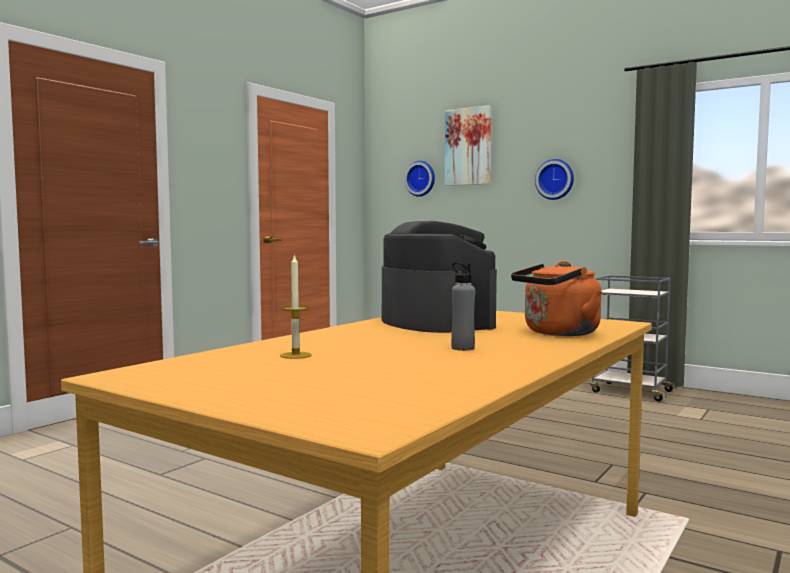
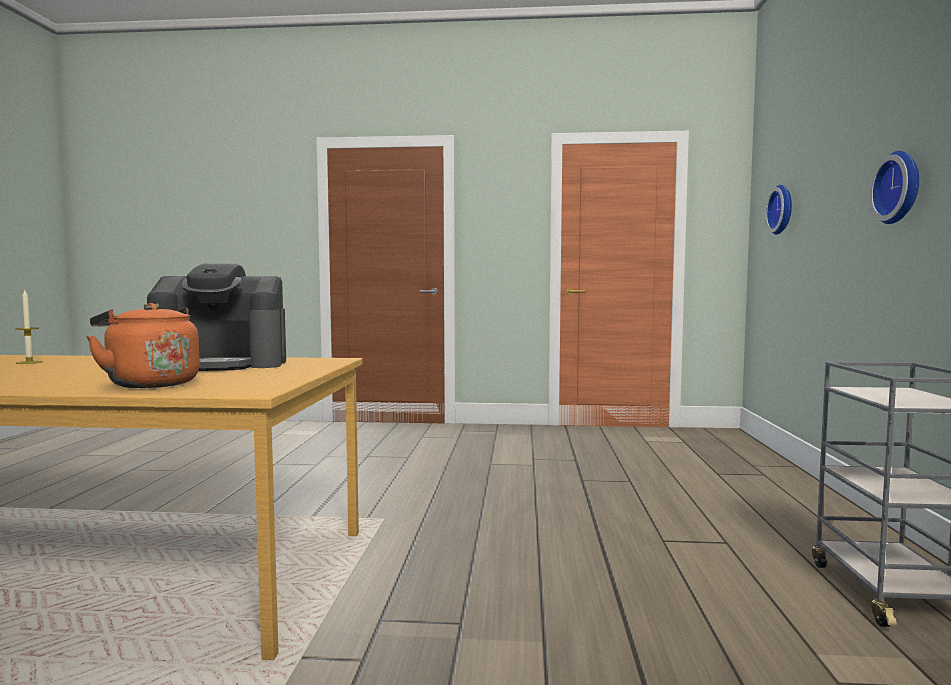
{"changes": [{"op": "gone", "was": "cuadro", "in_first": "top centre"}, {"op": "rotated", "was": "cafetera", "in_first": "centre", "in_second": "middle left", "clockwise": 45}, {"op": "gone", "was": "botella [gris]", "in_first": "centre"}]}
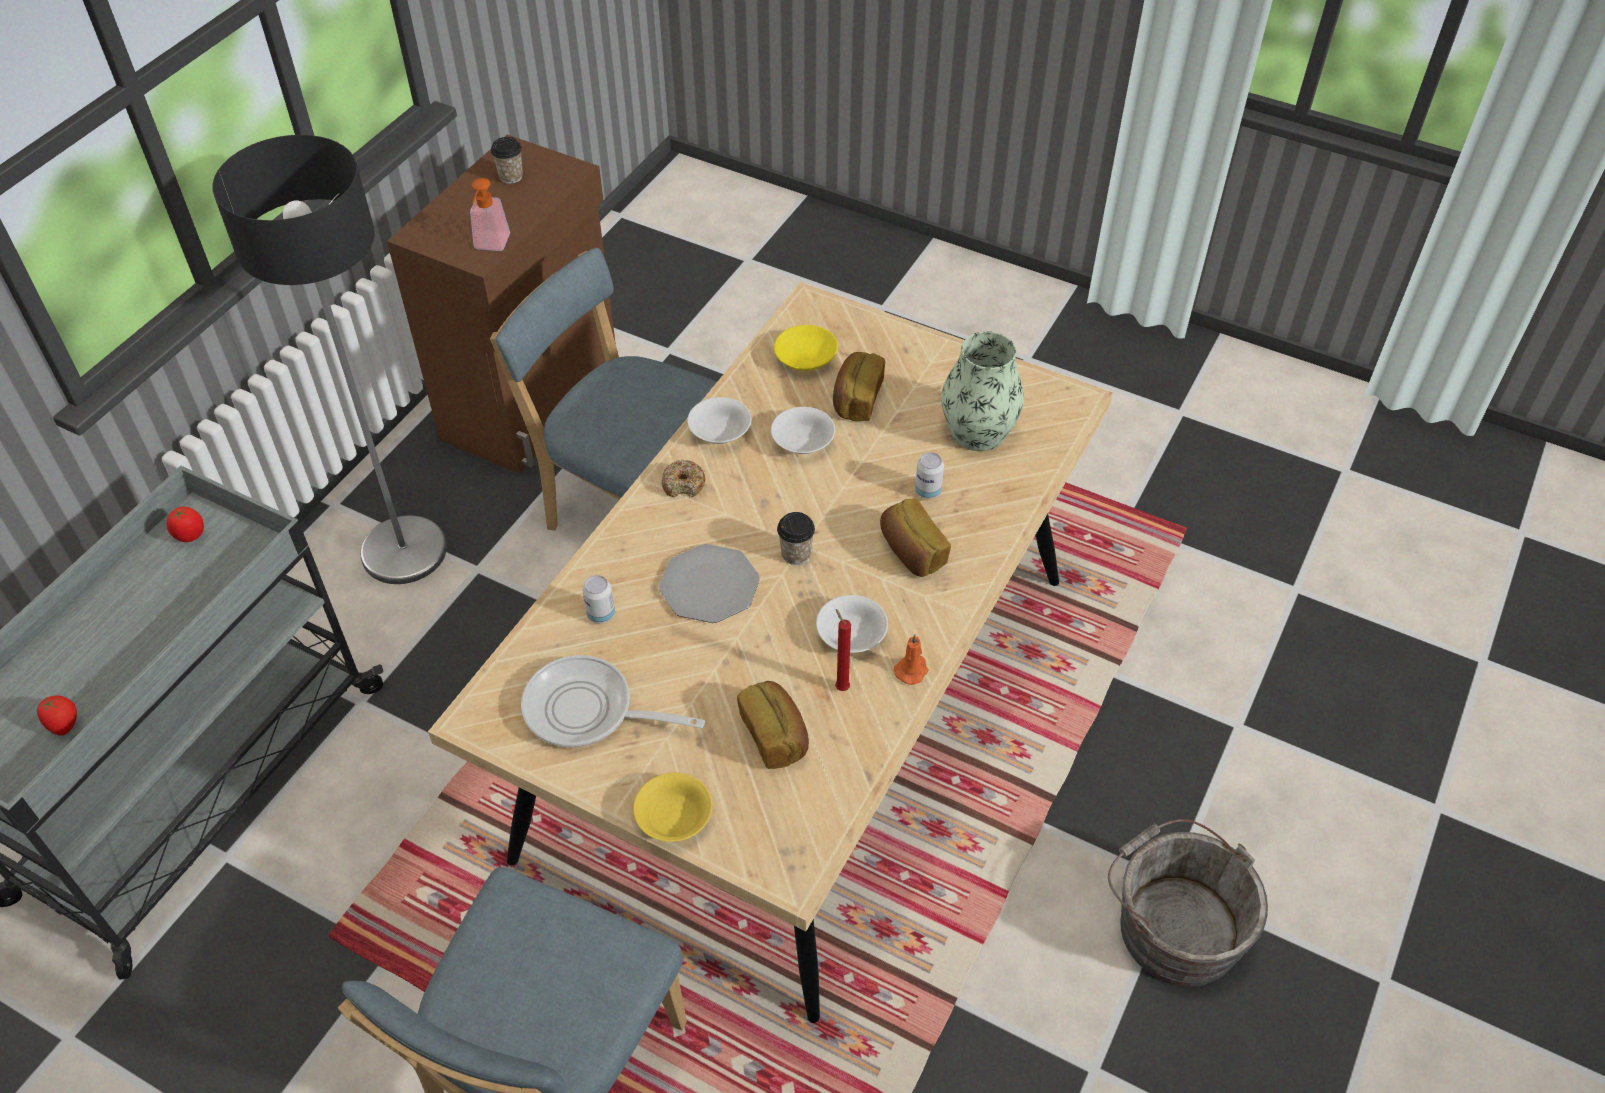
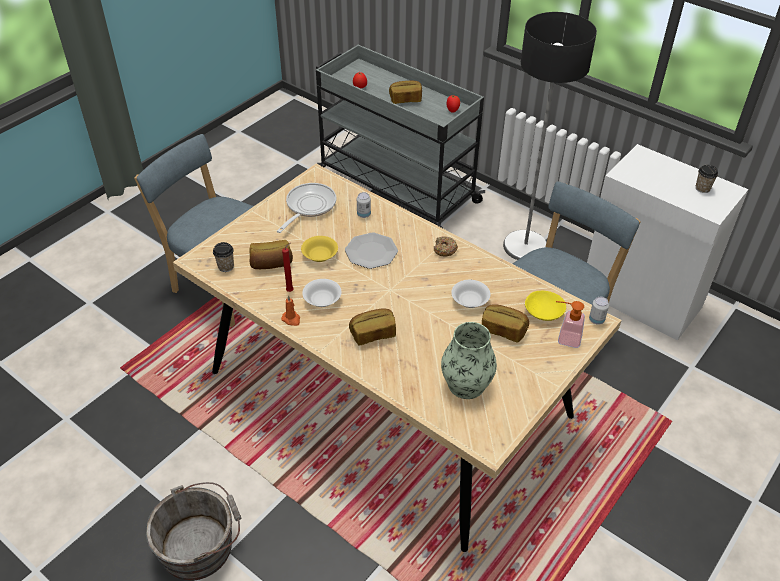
{"changes": [{"op": "repainted", "was": "armario [marrón]", "now": "armario [blanco]", "in_first": "top left", "in_second": "middle right"}, {"op": "shifted", "was": "dispensador de jabón", "in_first": "top left", "in_second": "middle right"}, {"op": "gone", "was": "cuenco [blanco] (no. 1 from left)", "in_first": "centre"}, {"op": "shifted", "was": "lata (no. 2 from left)", "in_first": "centre", "in_second": "middle right"}, {"op": "shifted", "was": "taza (no. 2 from left in the first image)", "now": "taza (no. 1 from left)", "in_first": "centre", "in_second": "middle left"}, {"op": "shifted", "was": "cuenco [amarillo] (no. 1 from left)", "in_first": "bottom centre", "in_second": "centre"}, {"op": "new", "now": "pan (no. 3 from left)", "in_second": "top centre"}]}
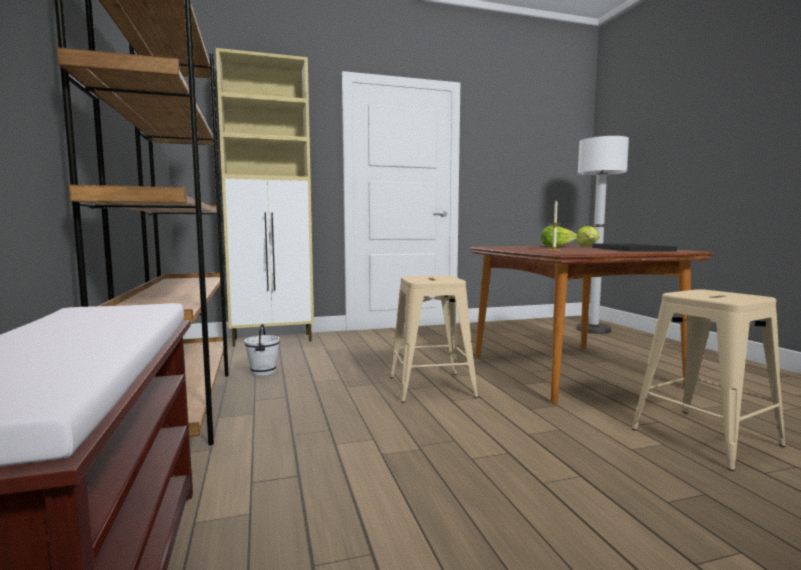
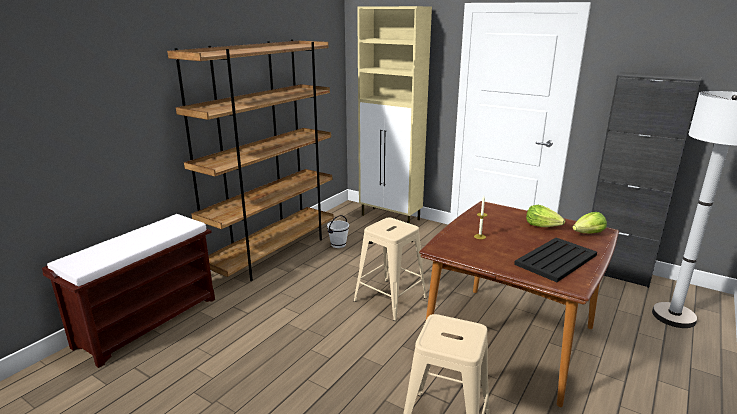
{"changes": [{"op": "new", "now": "armario [negro]", "in_second": "middle right"}]}
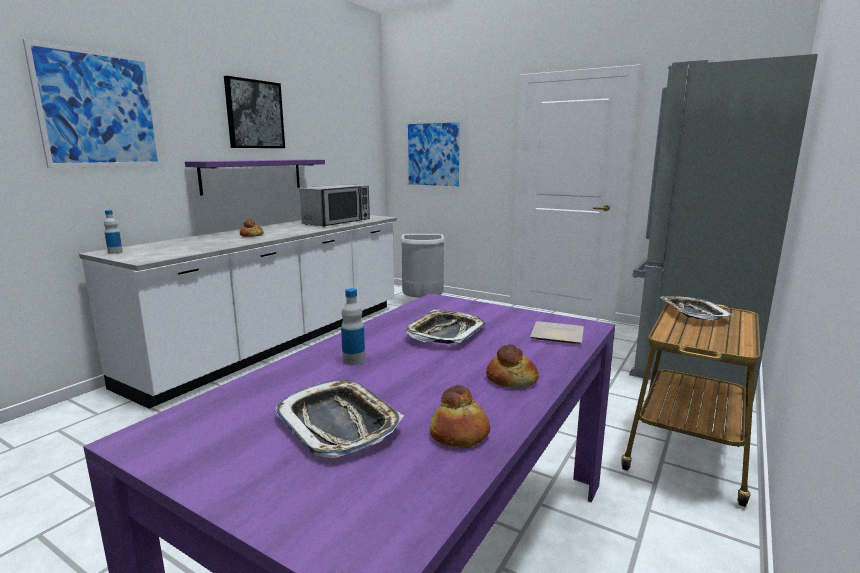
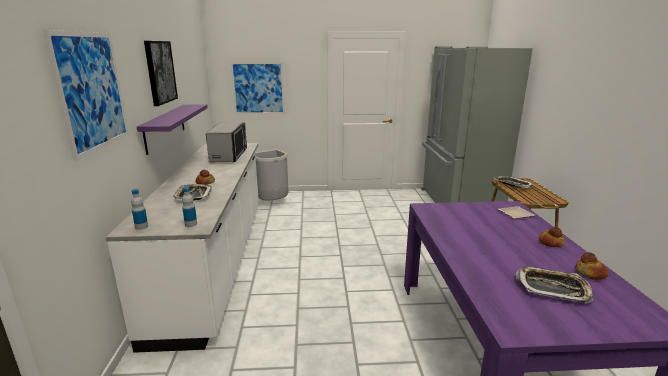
{"changes": [{"op": "shifted", "was": "botella (no. 2 from left)", "in_first": "centre", "in_second": "middle left"}, {"op": "shifted", "was": "bandeja (no. 2 from left in the first image)", "now": "bandeja (no. 1 from left)", "in_first": "centre", "in_second": "middle left"}]}
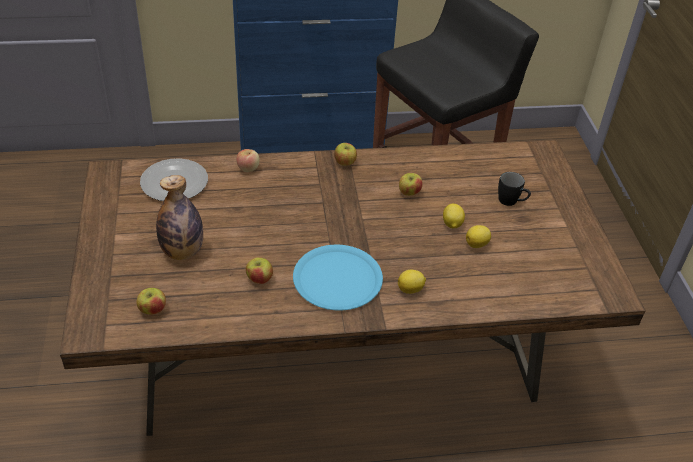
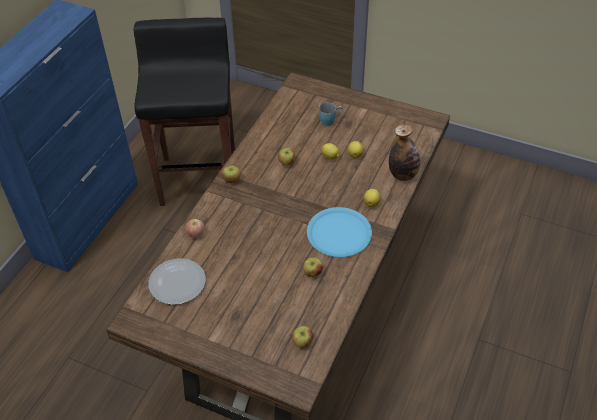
{"changes": [{"op": "repainted", "was": "taza grande [negro]", "now": "taza grande [azul]", "in_first": "middle right", "in_second": "top centre"}, {"op": "shifted", "was": "botella", "in_first": "middle left", "in_second": "middle right"}]}
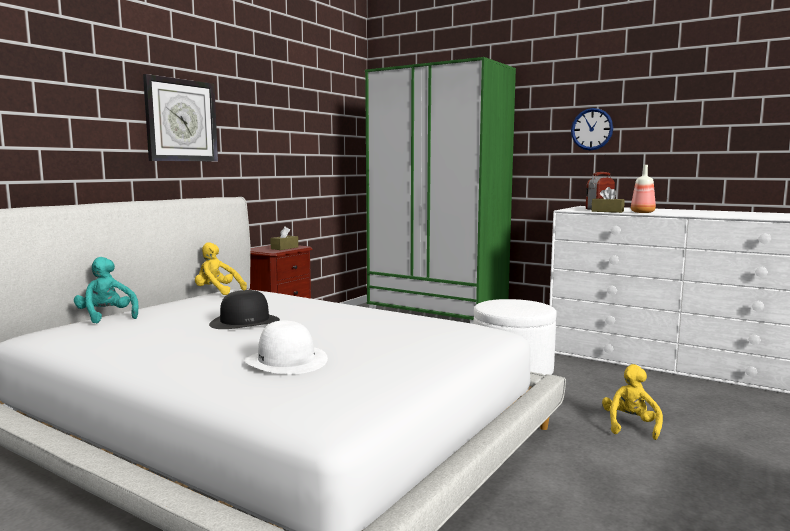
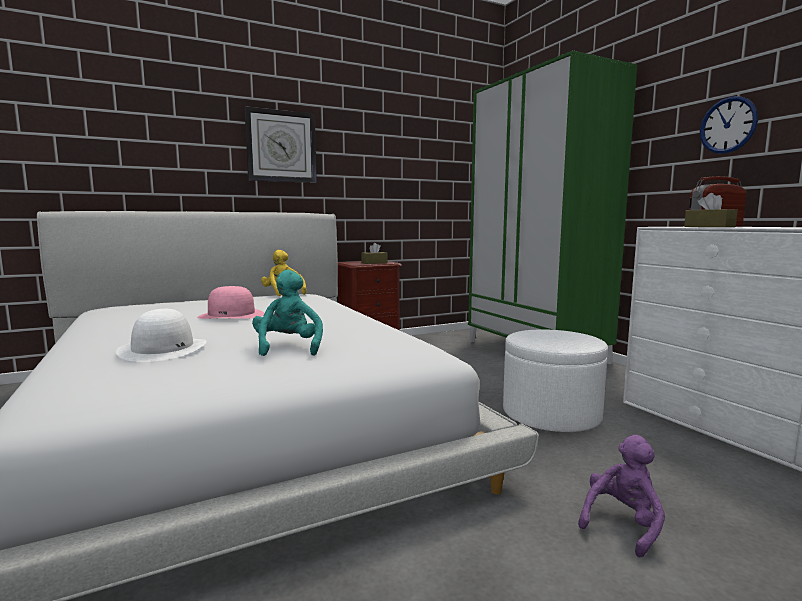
{"changes": [{"op": "gone", "was": "botella", "in_first": "middle right"}, {"op": "shifted", "was": "peluche [turquesa]", "in_first": "middle left", "in_second": "centre"}, {"op": "repainted", "was": "sombrero [negro]", "now": "sombrero [rosa]", "in_first": "middle left", "in_second": "middle left"}, {"op": "repainted", "was": "peluche [amarillo] (no. 2 from left)", "now": "peluche [morado]", "in_first": "bottom right", "in_second": "bottom right"}]}
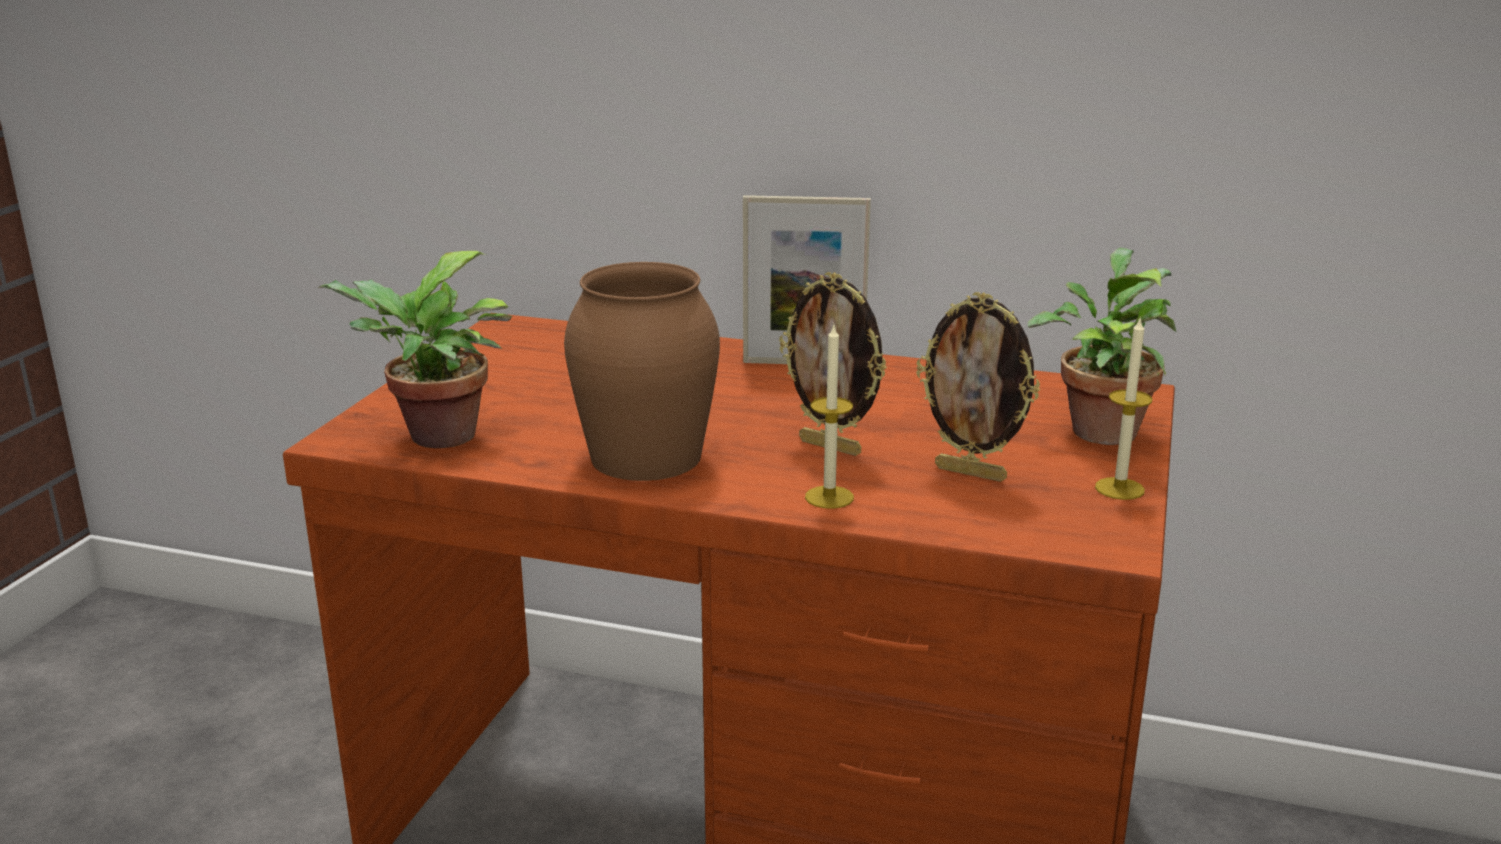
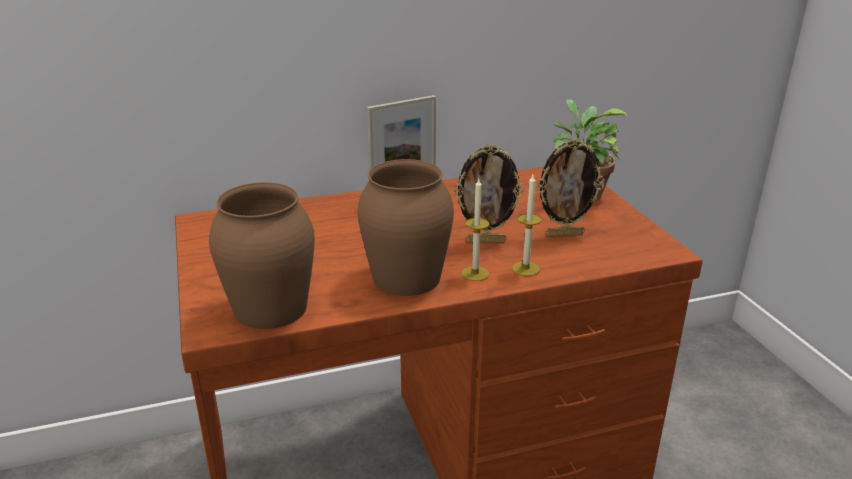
{"changes": [{"op": "swapped", "was": "planta en maceta (no. 1 from left)", "now": "florero [marrón] (no. 1 from left)", "in_first": "middle left", "in_second": "middle left"}, {"op": "shifted", "was": "vela (no. 2 from left in the first image)", "now": "vela (no. 1 from left)", "in_first": "middle right", "in_second": "centre"}]}
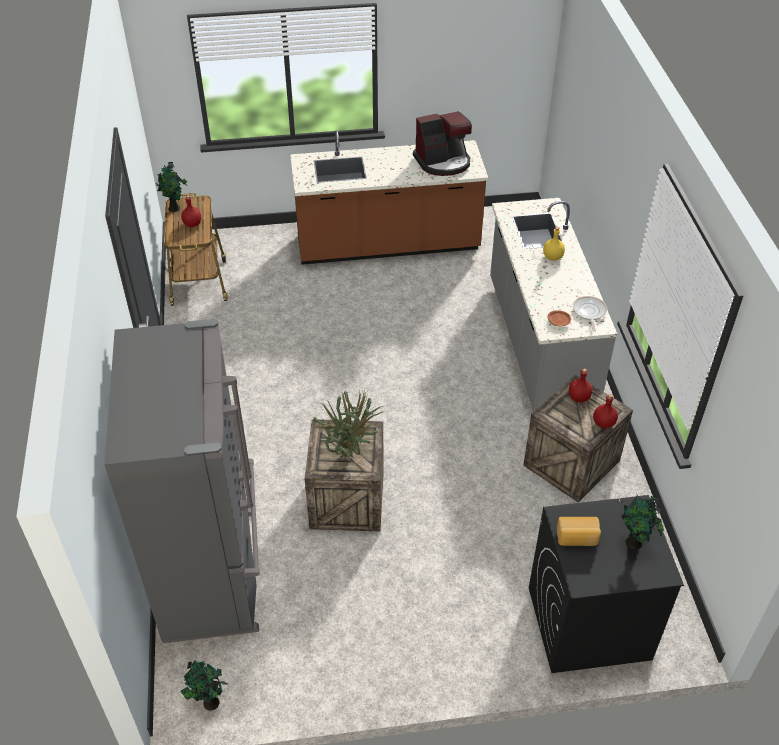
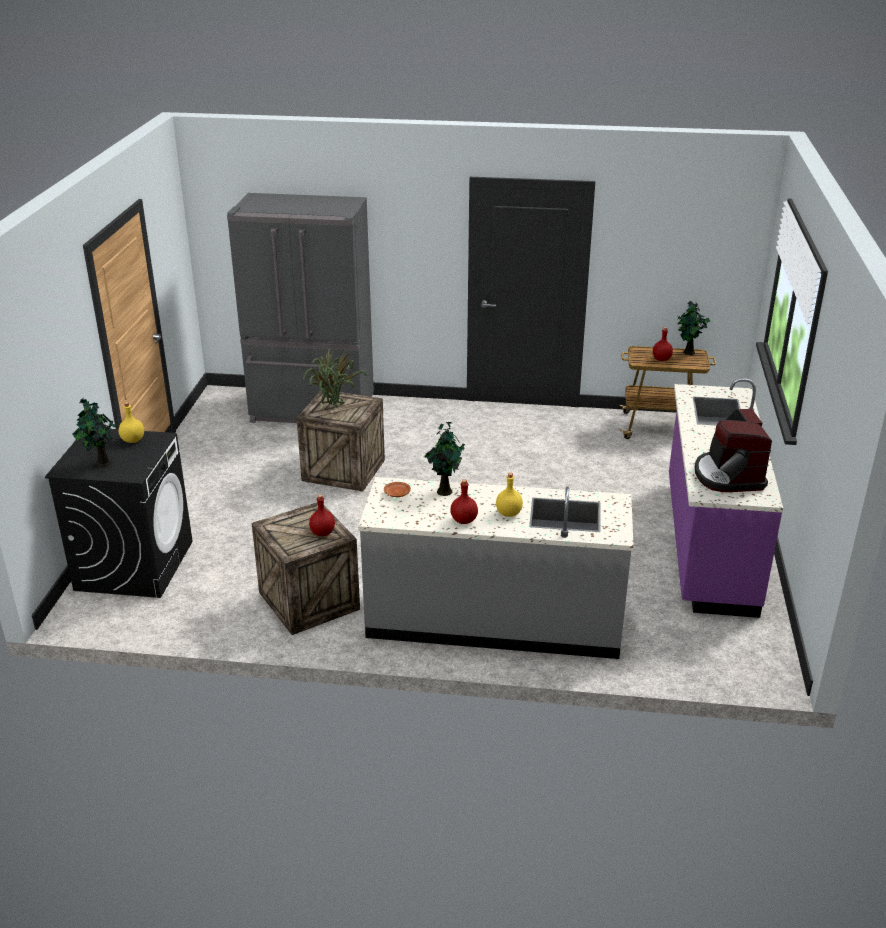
{"changes": [{"op": "repainted", "was": "mueble bajo de cocina [marrón]", "now": "mueble bajo de cocina [morado]", "in_first": "top centre", "in_second": "middle right"}, {"op": "gone", "was": "sartén", "in_first": "middle right"}, {"op": "shifted", "was": "botella [rojo] (no. 3 from left in the first image)", "now": "botella [rojo] (no. 2 from left)", "in_first": "middle right", "in_second": "centre"}, {"op": "swapped", "was": "pan", "now": "botella [amarillo] (no. 1 from left)", "in_first": "bottom right", "in_second": "middle left"}, {"op": "shifted", "was": "planta en maceta (no. 2 from left in the first image)", "now": "planta en maceta (no. 3 from left)", "in_first": "bottom left", "in_second": "centre"}]}
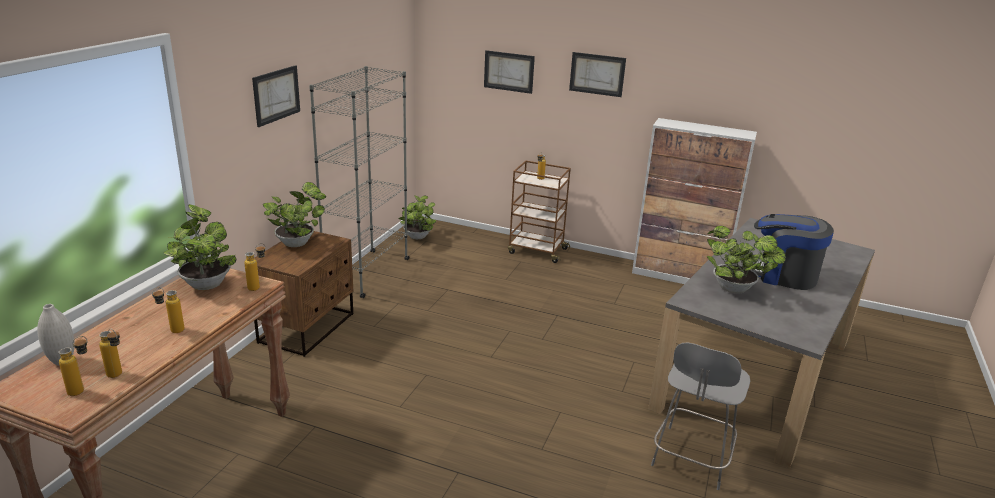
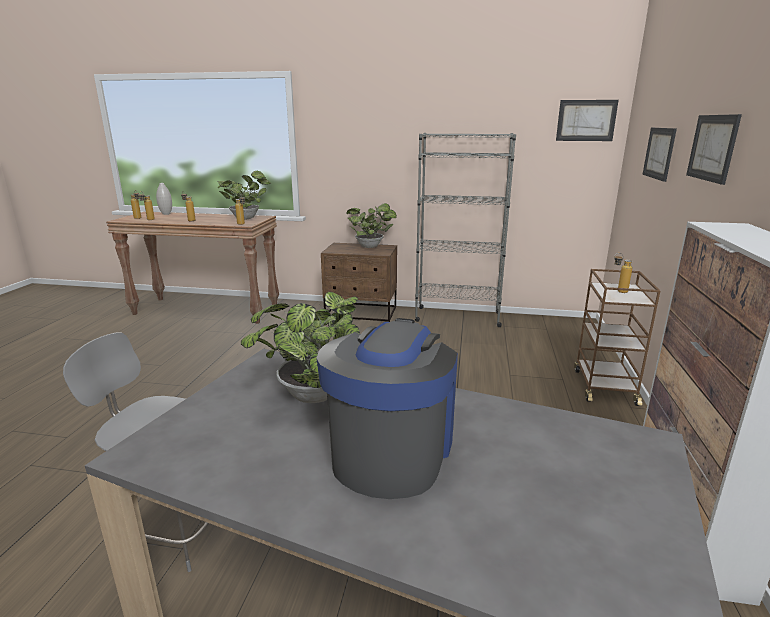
{"changes": [{"op": "shifted", "was": "cuadro (no. 1 from left)", "in_first": "top left", "in_second": "top right"}, {"op": "gone", "was": "planta en maceta (no. 3 from left)", "in_first": "centre"}]}
